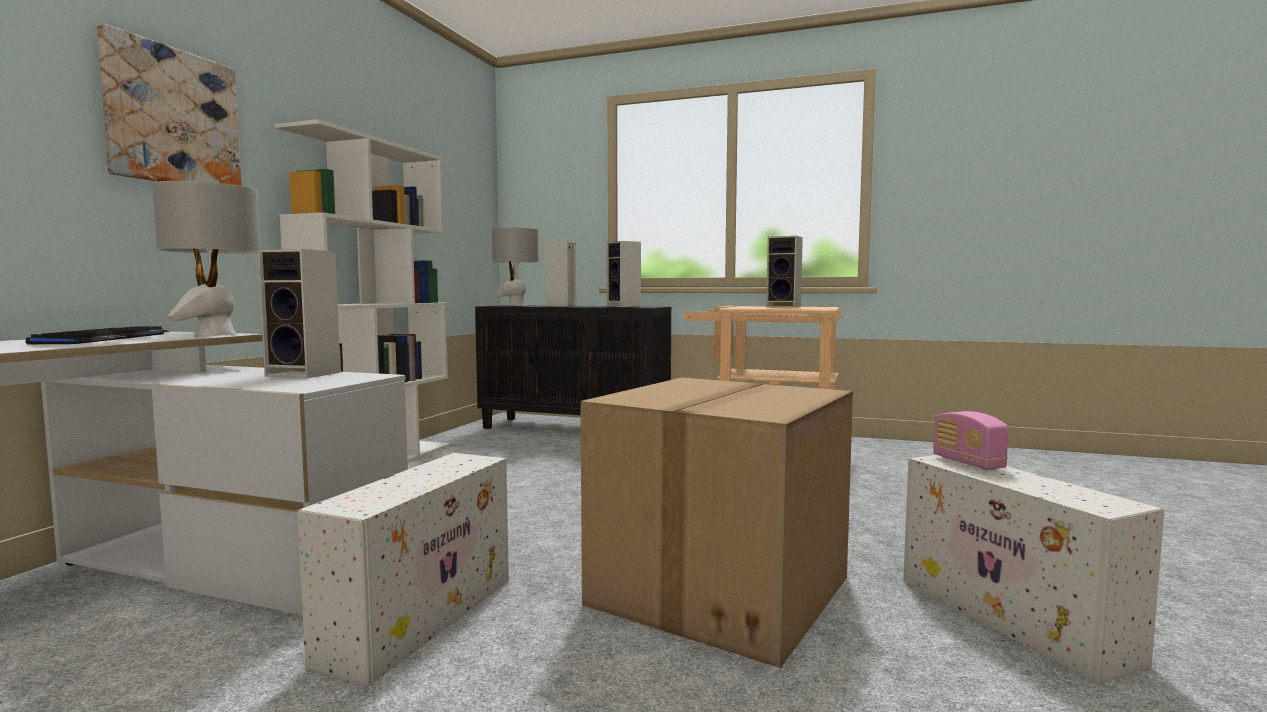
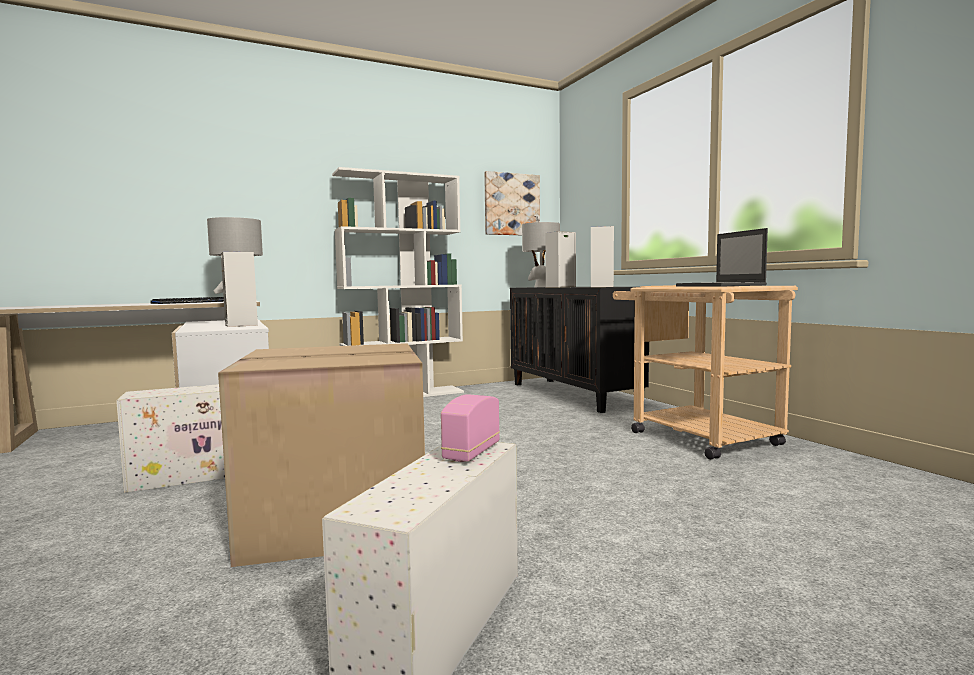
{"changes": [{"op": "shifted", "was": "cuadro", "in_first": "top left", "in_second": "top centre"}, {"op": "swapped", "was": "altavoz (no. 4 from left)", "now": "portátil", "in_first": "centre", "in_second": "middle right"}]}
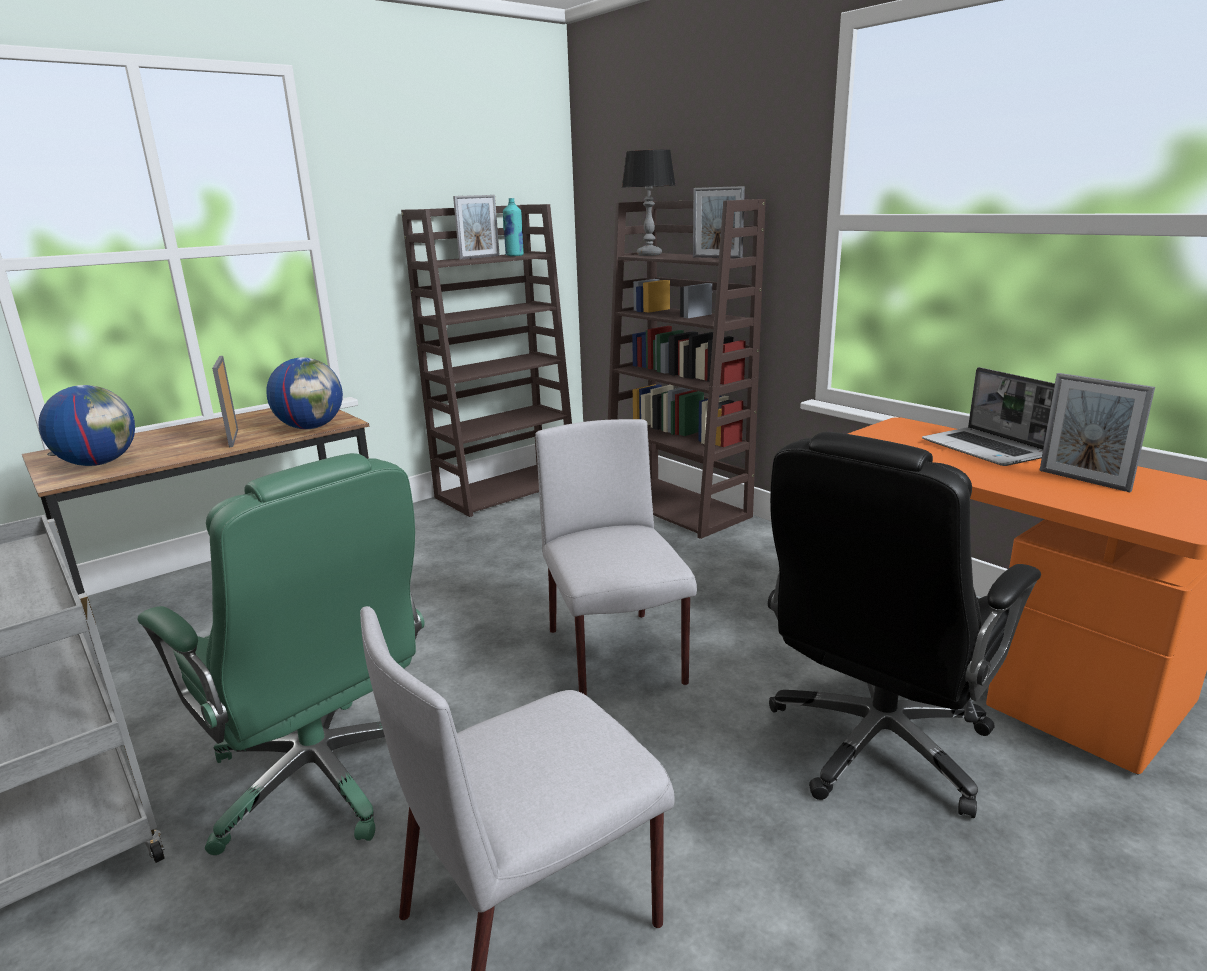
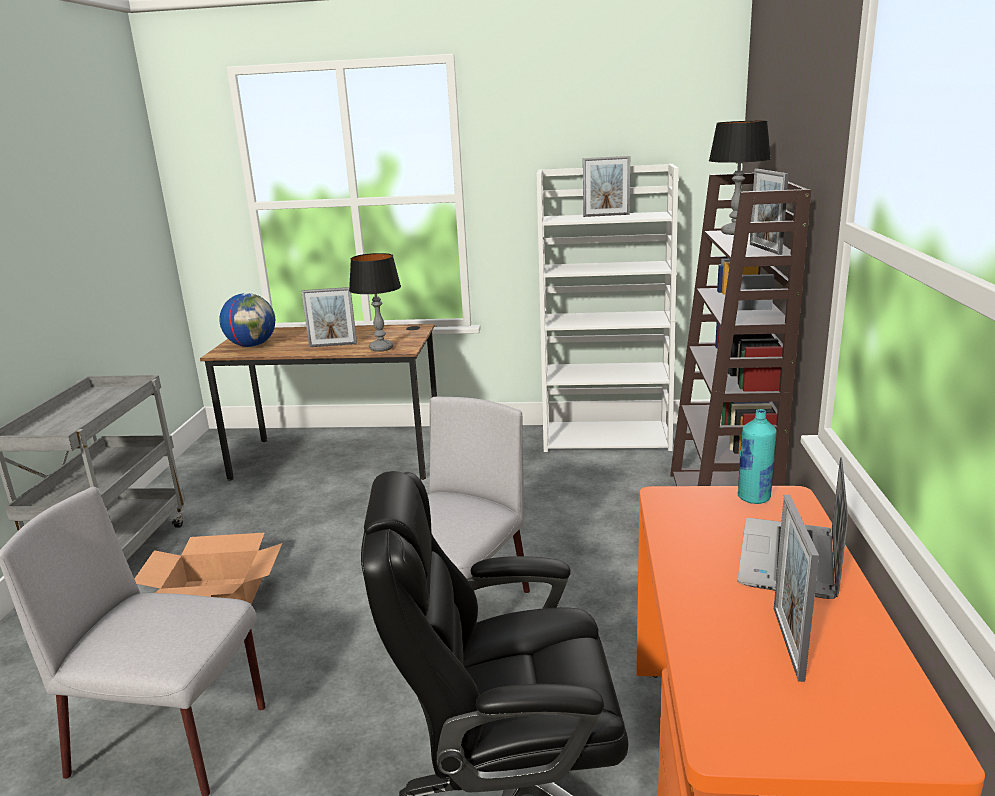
{"changes": [{"op": "shifted", "was": "botella [turquesa]", "in_first": "top centre", "in_second": "middle right"}, {"op": "repainted", "was": "estantería [marrón] (no. 1 from left)", "now": "estantería [blanco]", "in_first": "centre", "in_second": "centre"}, {"op": "rotated", "was": "portarretratos (no. 1 from left)", "in_first": "middle left", "in_second": "middle left", "clockwise": -120}, {"op": "swapped", "was": "globo terráqueo (no. 2 from left)", "now": "lámpara de mesa (no. 1 from left)", "in_first": "middle left", "in_second": "centre"}, {"op": "swapped", "was": "silla de oficina [verde]", "now": "caja de cartón", "in_first": "bottom left", "in_second": "bottom left"}]}
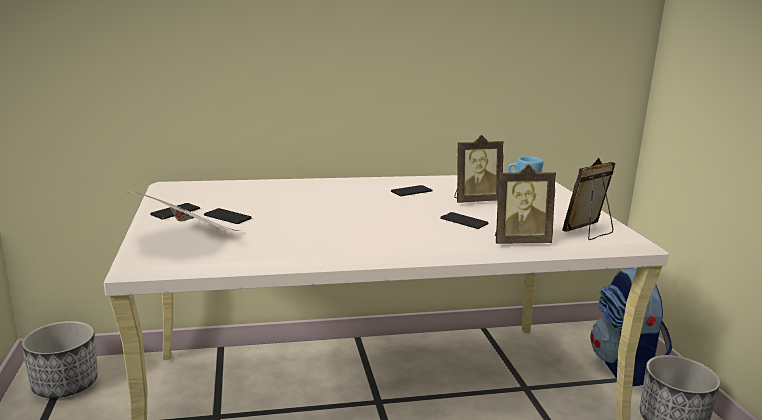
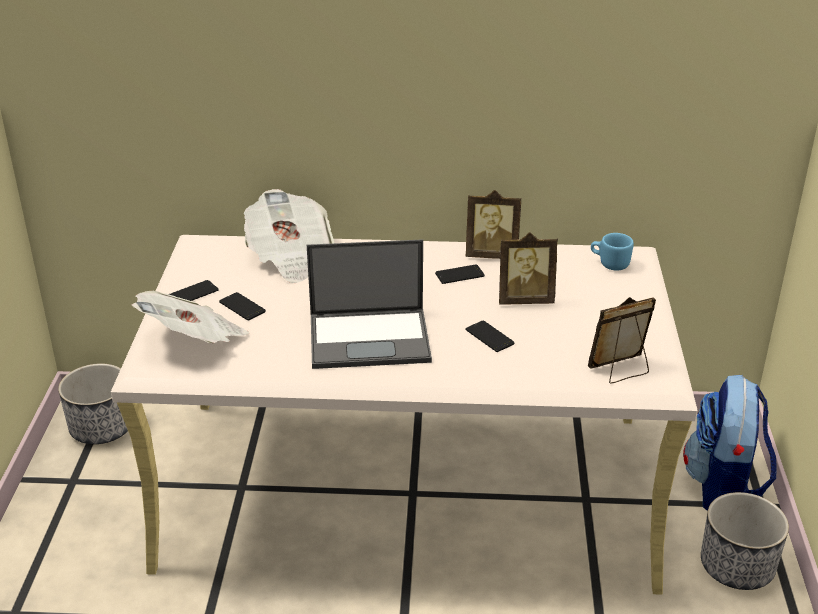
{"changes": [{"op": "shifted", "was": "portarretratos (no. 2 from left in the first image)", "now": "portarretratos (no. 1 from left)", "in_first": "middle right", "in_second": "centre"}, {"op": "new", "now": "periódico (no. 2 from left)", "in_second": "centre"}, {"op": "new", "now": "portátil", "in_second": "centre"}]}
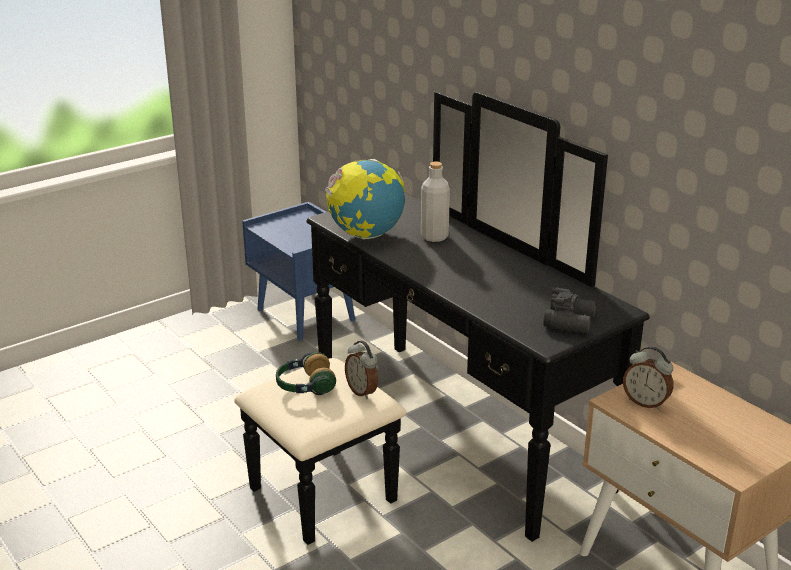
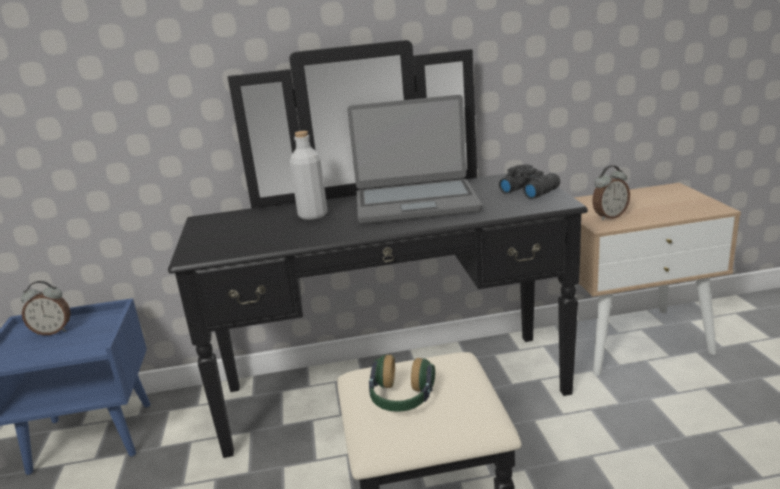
{"changes": [{"op": "gone", "was": "globo terráqueo", "in_first": "centre"}, {"op": "shifted", "was": "despertador (no. 1 from left)", "in_first": "centre", "in_second": "middle left"}, {"op": "new", "now": "portátil", "in_second": "top centre"}]}
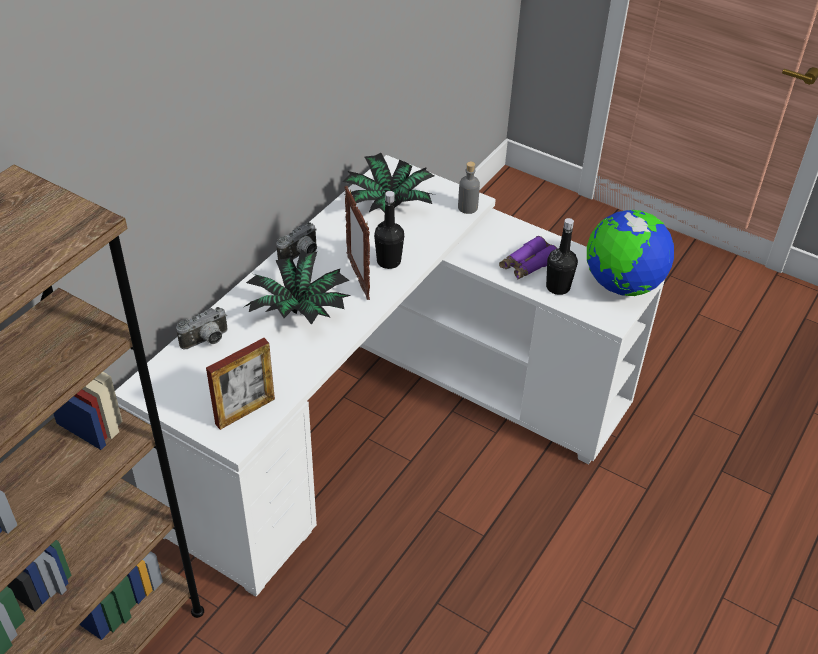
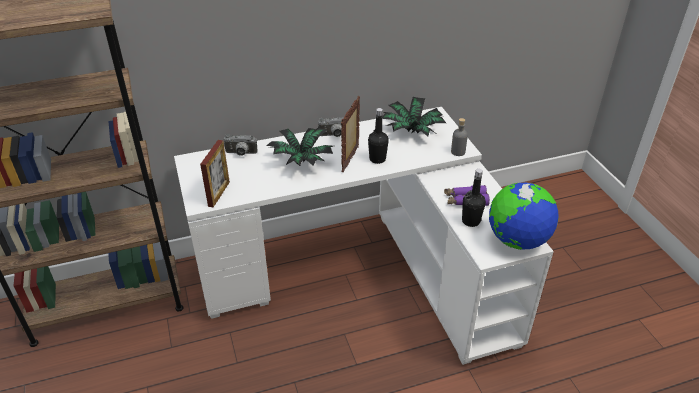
{"changes": [{"op": "rotated", "was": "portarretratos (no. 1 from left)", "in_first": "middle left", "in_second": "middle left", "clockwise": -75}]}
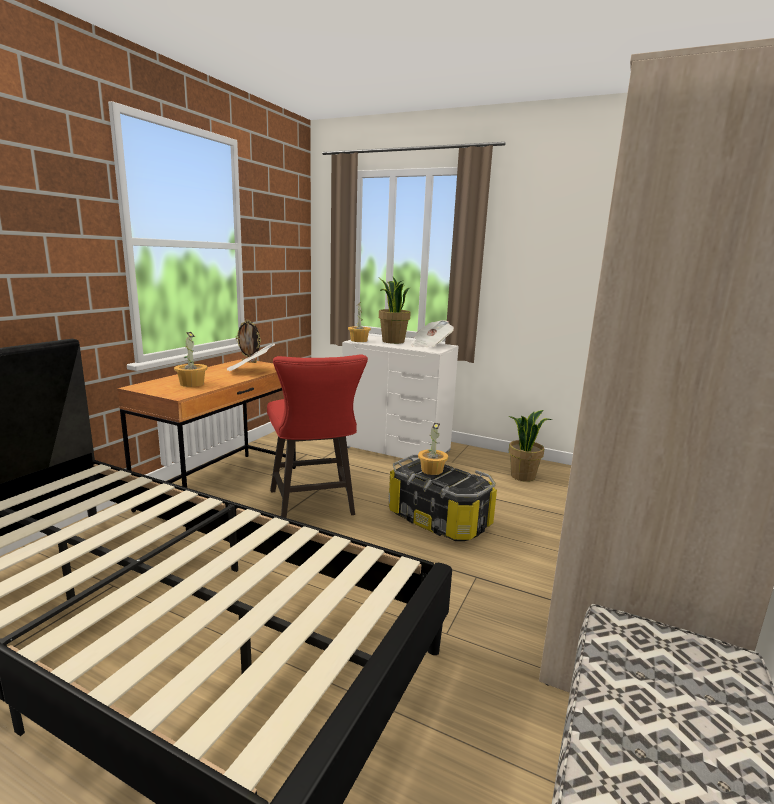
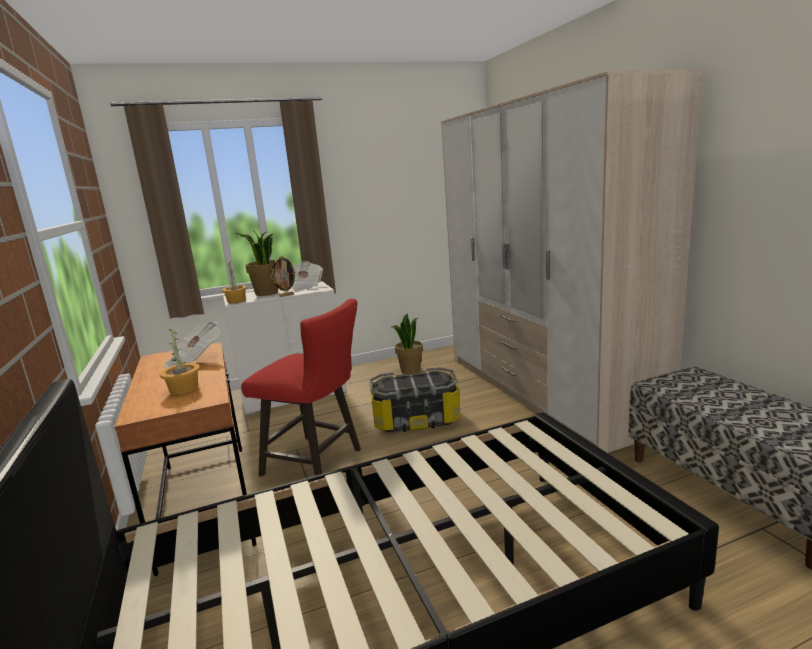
{"changes": [{"op": "shifted", "was": "portarretratos", "in_first": "middle left", "in_second": "centre"}, {"op": "gone", "was": "planta en maceta (no. 4 from left)", "in_first": "centre"}]}
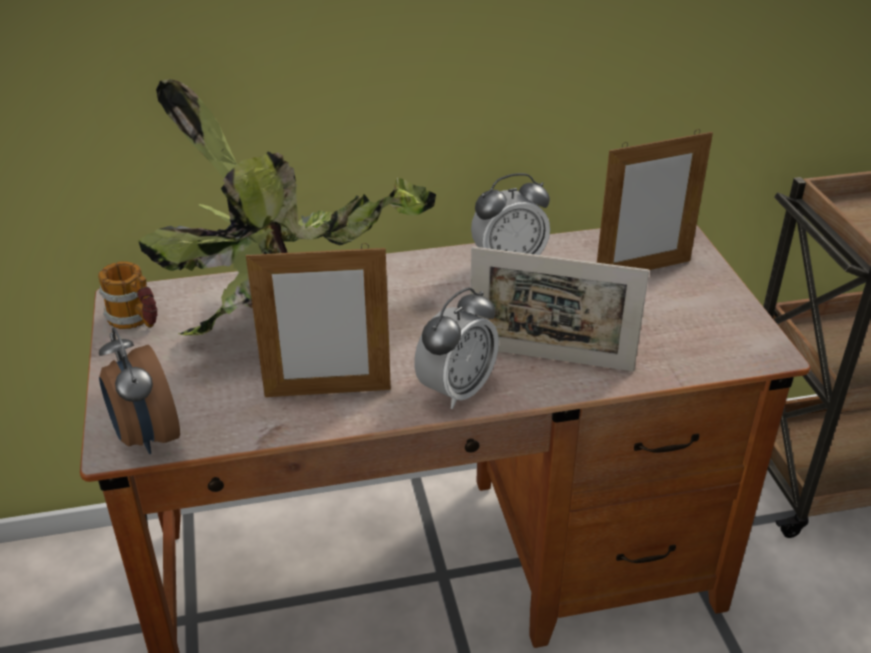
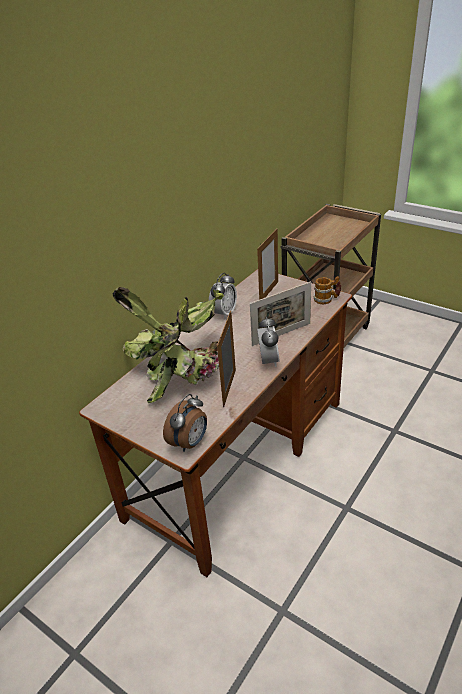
{"changes": [{"op": "rotated", "was": "portarretratos (no. 1 from left)", "in_first": "centre", "in_second": "centre", "clockwise": 150}, {"op": "shifted", "was": "taza grande", "in_first": "middle left", "in_second": "middle right"}, {"op": "rotated", "was": "despertador (no. 1 from left)", "in_first": "middle left", "in_second": "centre", "clockwise": -75}]}
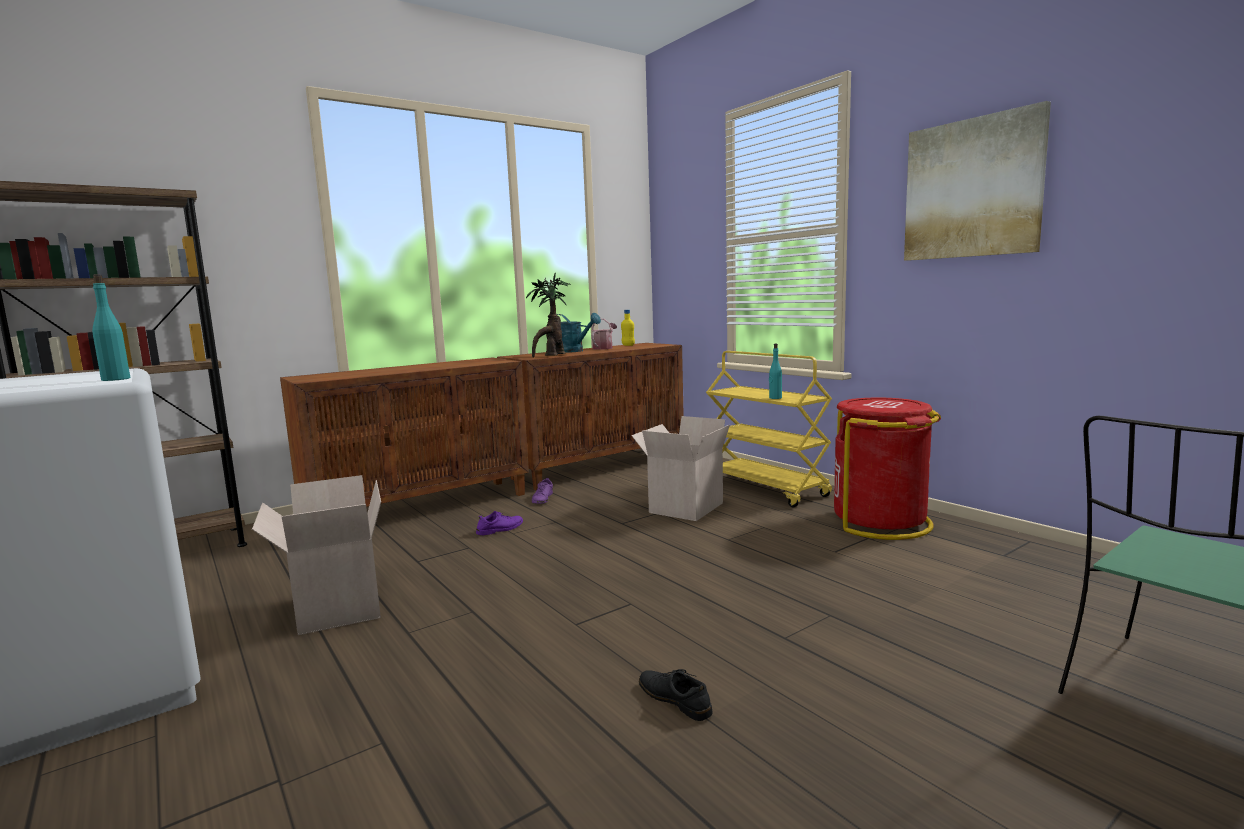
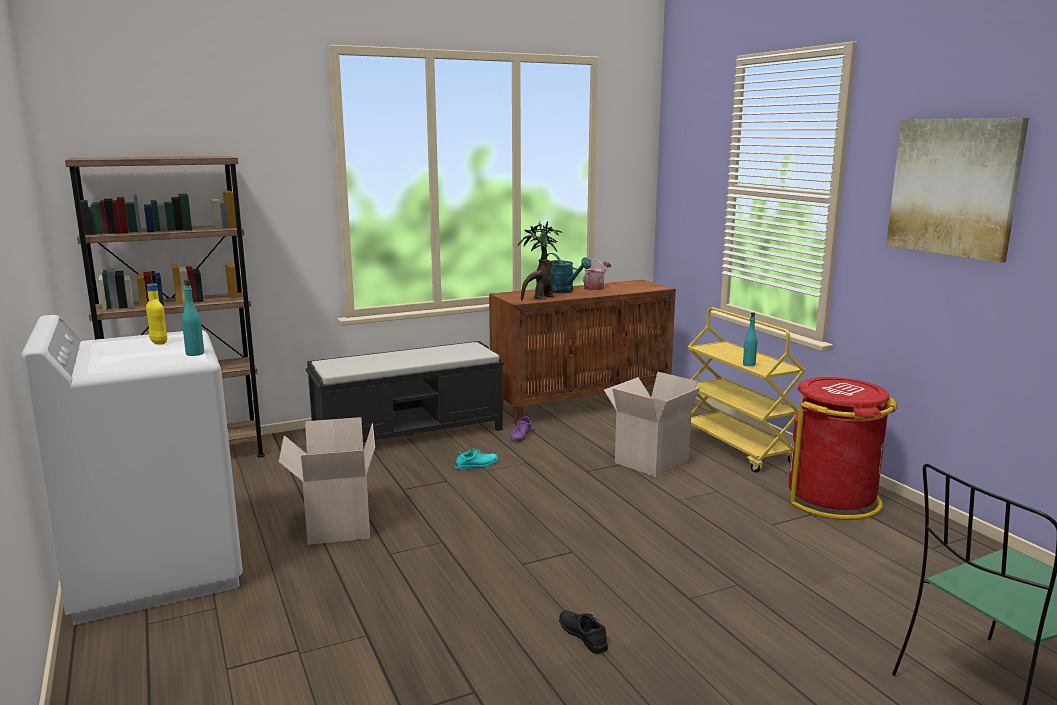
{"changes": [{"op": "shifted", "was": "botella [amarillo]", "in_first": "centre", "in_second": "middle left"}, {"op": "swapped", "was": "armario [marrón] (no. 1 from left)", "now": "banco [negro]", "in_first": "middle left", "in_second": "centre"}, {"op": "repainted", "was": "zapato [morado] (no. 1 from left)", "now": "zapato [turquesa]", "in_first": "centre", "in_second": "centre"}]}
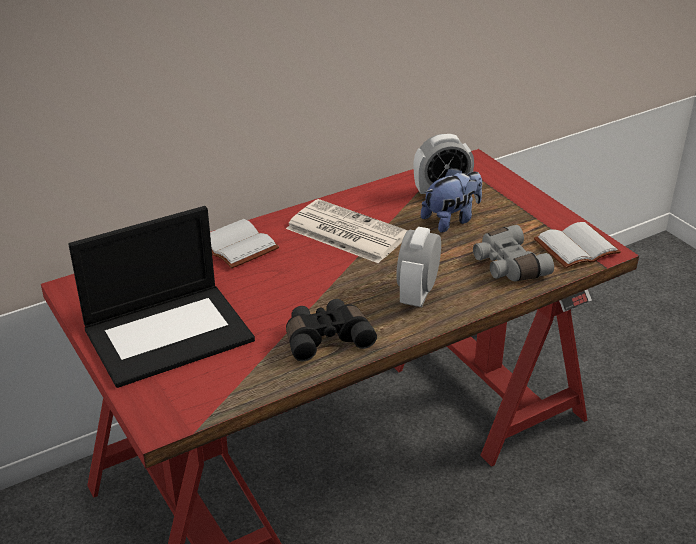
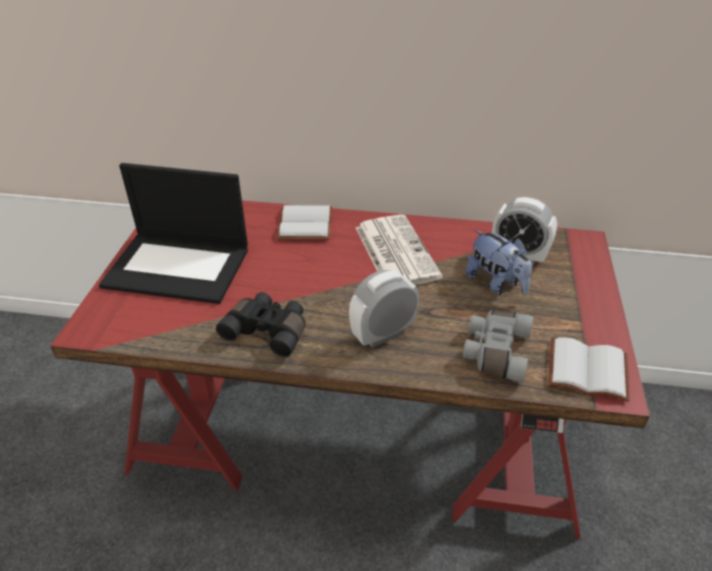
{"changes": [{"op": "rotated", "was": "peluche", "in_first": "centre", "in_second": "middle right", "clockwise": 45}]}
